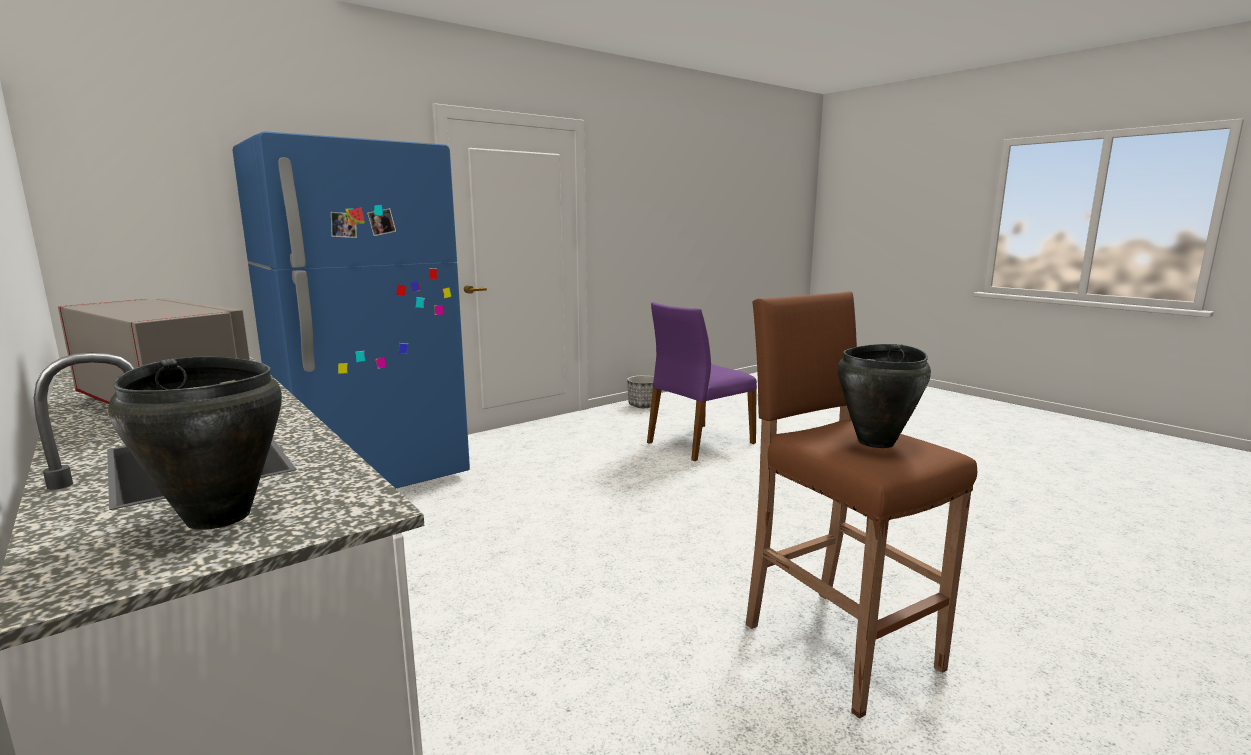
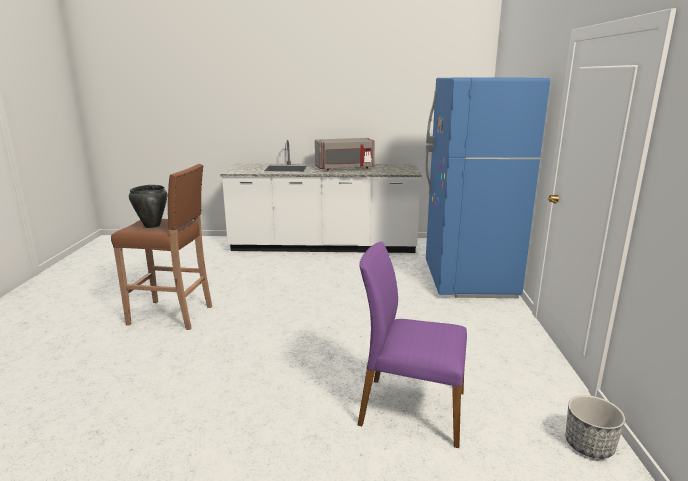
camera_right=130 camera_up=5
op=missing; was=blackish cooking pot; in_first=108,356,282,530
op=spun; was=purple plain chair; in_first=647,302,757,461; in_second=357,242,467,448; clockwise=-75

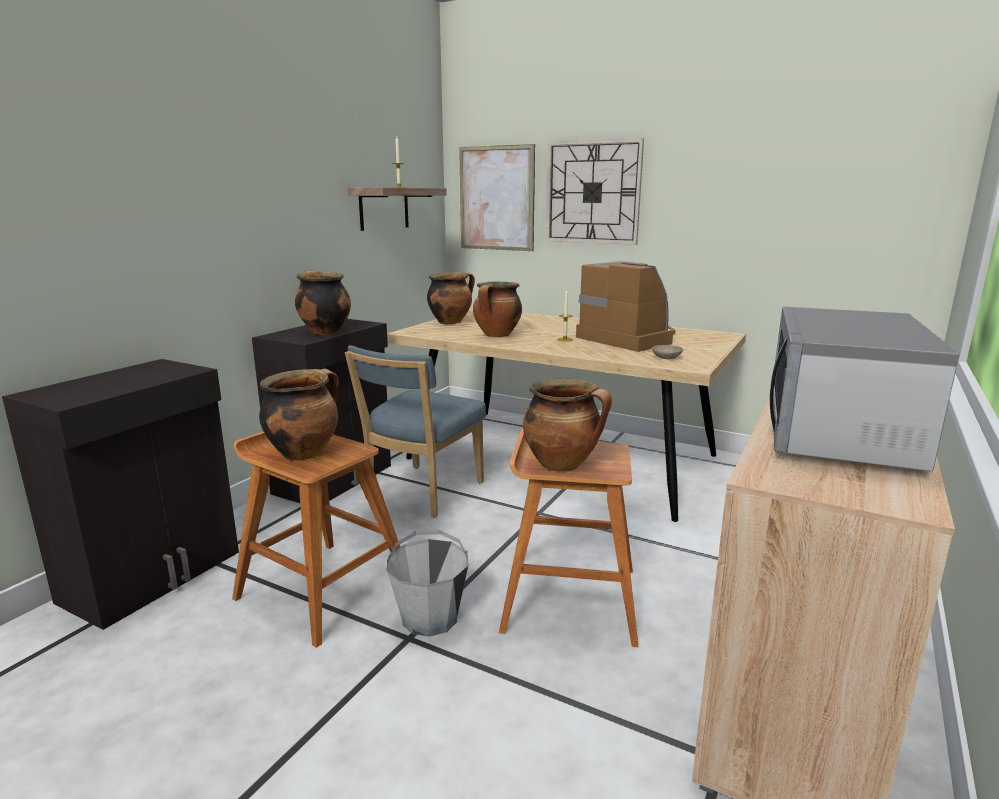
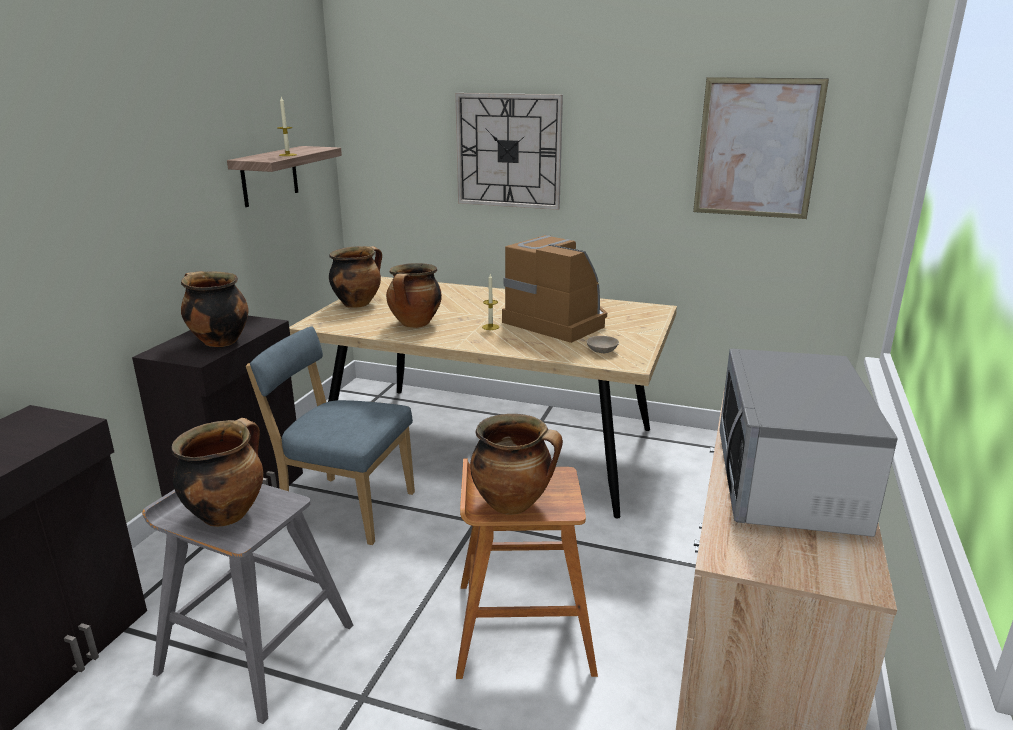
camera_right=-10 camera_up=5
op=colour; was=brownish sitting stool; now=grey sitting stool; in_first=232,431,400,648; in_second=142,484,353,724
op=spun; was=blue plain chair; in_first=345,345,486,517; in_second=246,326,415,545; clockwise=90
op=missing; was=grey pail; in_first=386,530,468,637
op=relocated; was=wall picture; in_first=459,144,535,251; in_second=693,77,829,219

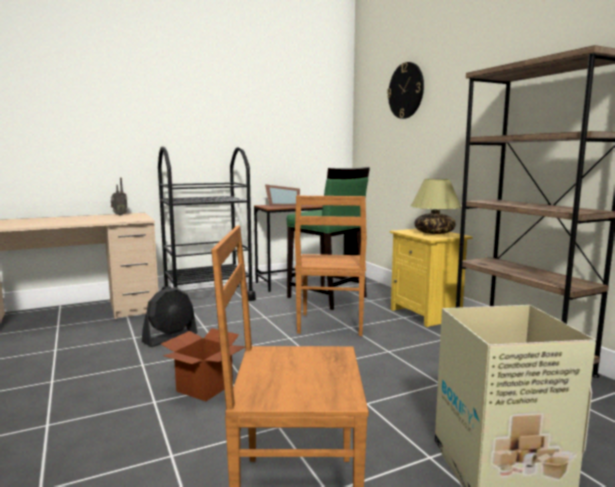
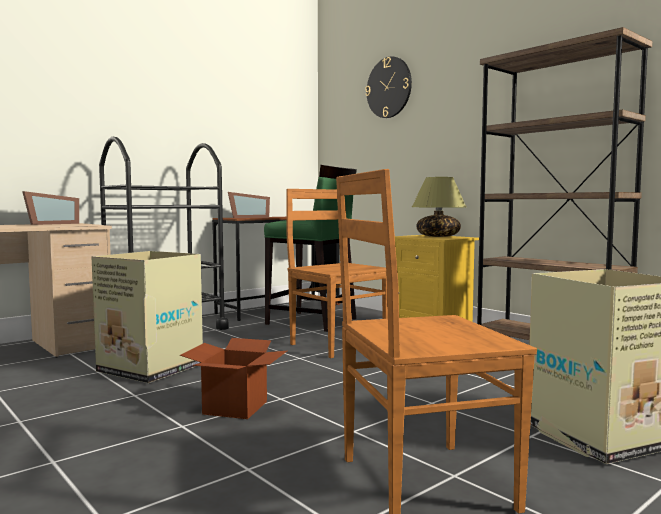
camera_right=-15 camera_up=-5
op=exchanged; was=radio receiver; now=picture frame; in_first=111,178,128,215; in_second=22,191,79,225
op=exchanged; was=blackish fan; now=cardboard box; in_first=142,287,197,347; in_second=92,251,203,383
op=spun; was=brownish plain chair; in_first=295,196,367,336; in_second=286,189,388,358; clockwise=150

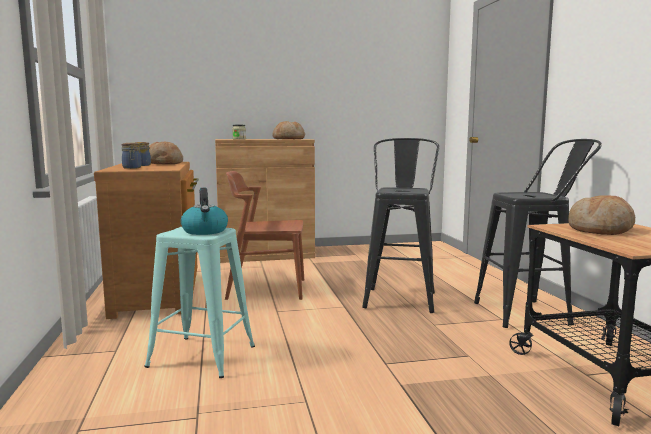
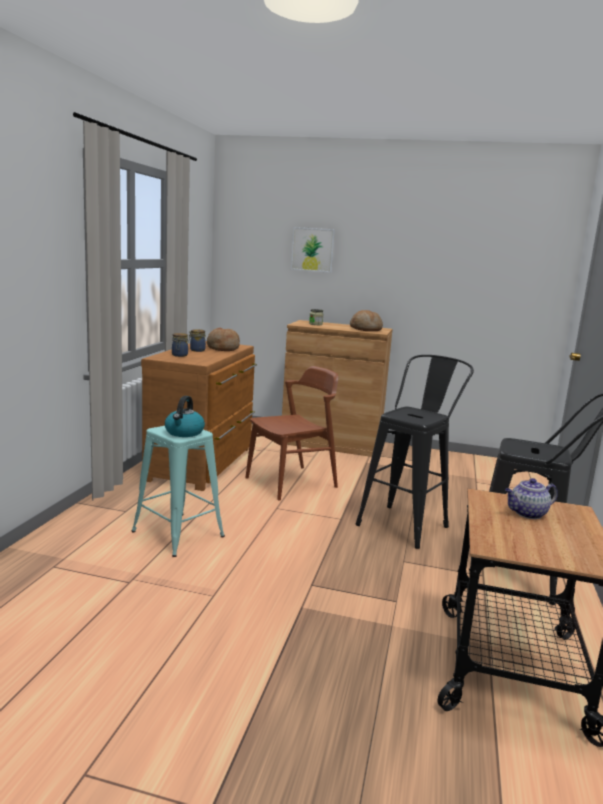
camera_right=25 camera_up=5
op=spun; was=brownish plain chair; in_first=225,171,304,300; in_second=245,366,338,501; clockwise=120
op=exchanged; was=bakery bread; now=teapot; in_first=568,195,635,235; in_second=505,478,558,519
op=appeared; now=wall picture; in_second=291,227,335,273

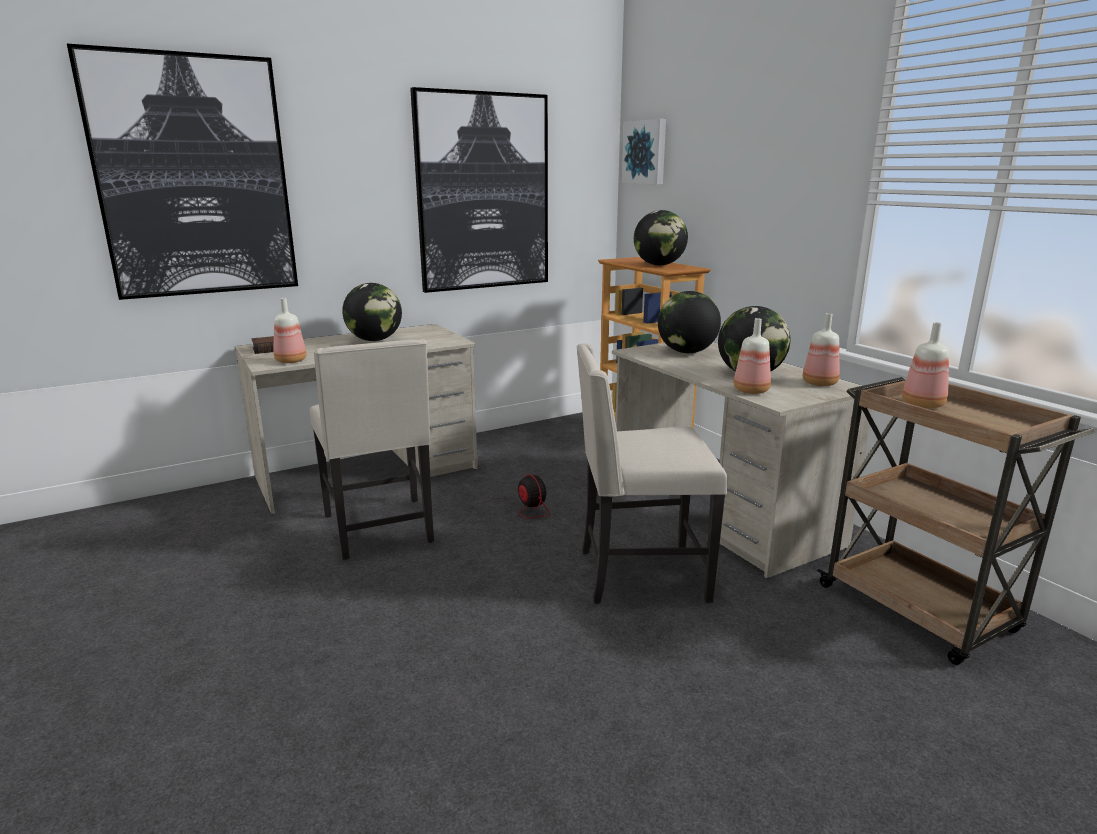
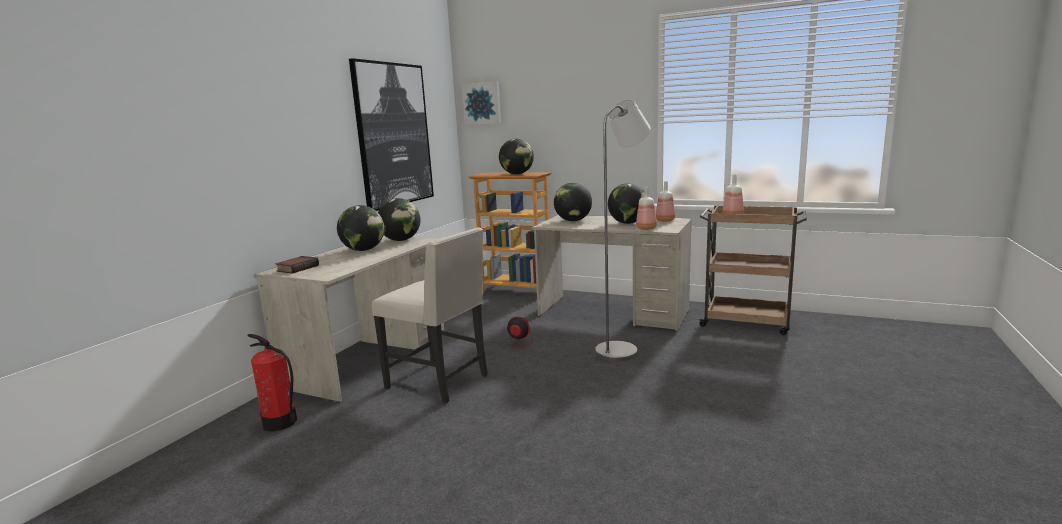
camera_right=-35 camera_up=-5
op=missing; was=wall picture; in_first=67,44,298,300
op=missing; was=beverage bottle; in_first=273,298,306,363
op=exchanged; was=sand-coloured plain chair; now=grey standard lamp; in_first=576,343,727,604; in_second=595,99,651,361
op=appeared; now=extinguisher; in_second=248,334,297,432
op=appeared; now=desk globe; in_second=378,198,421,241

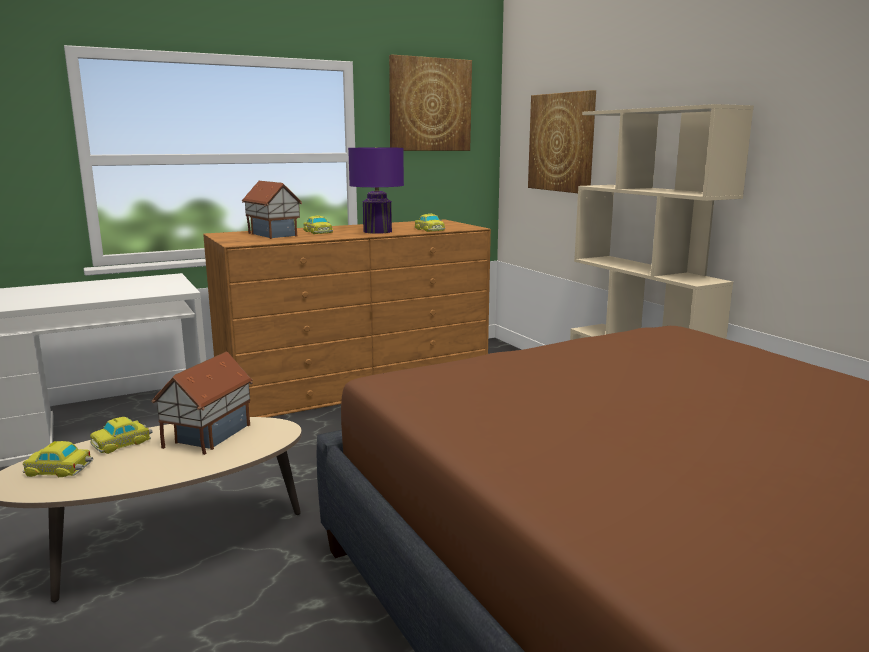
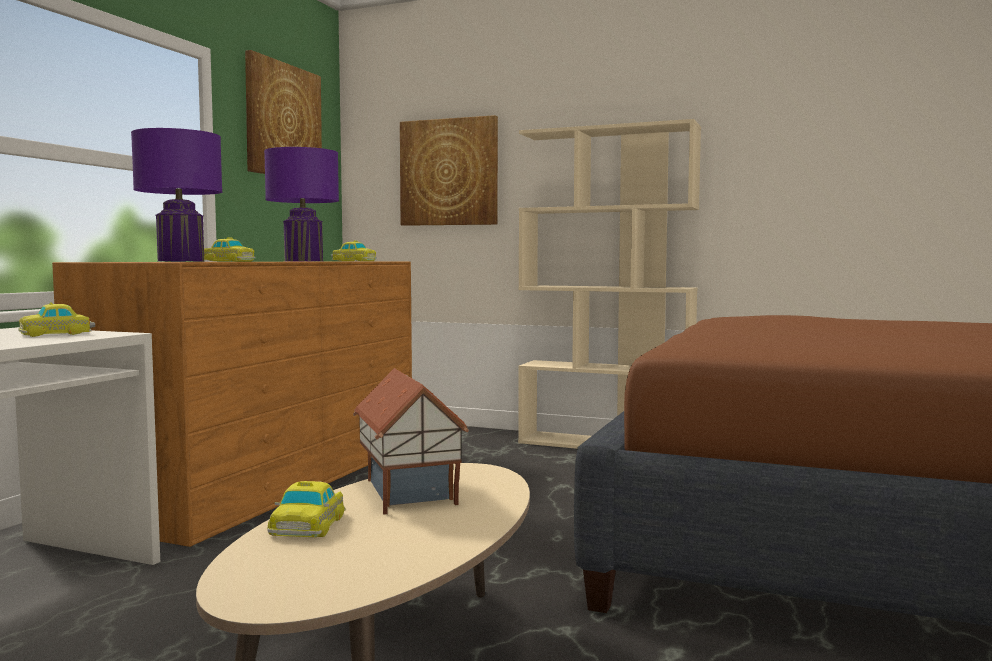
camera_right=-40 camera_up=-10
op=relocated; was=model car; in_first=23,441,93,477; in_second=19,302,95,337
op=exchanged; was=model house; now=purple table lamp; in_first=242,181,302,239; in_second=131,128,222,262

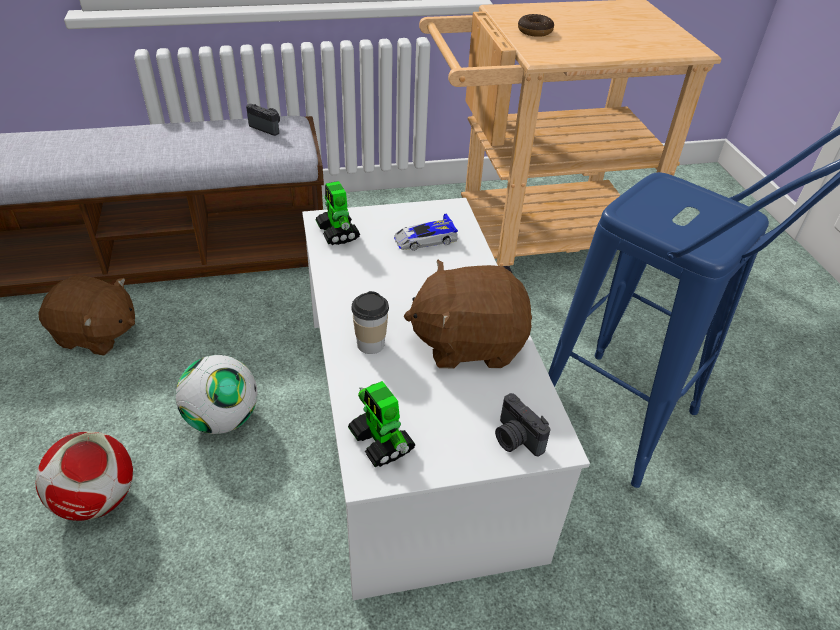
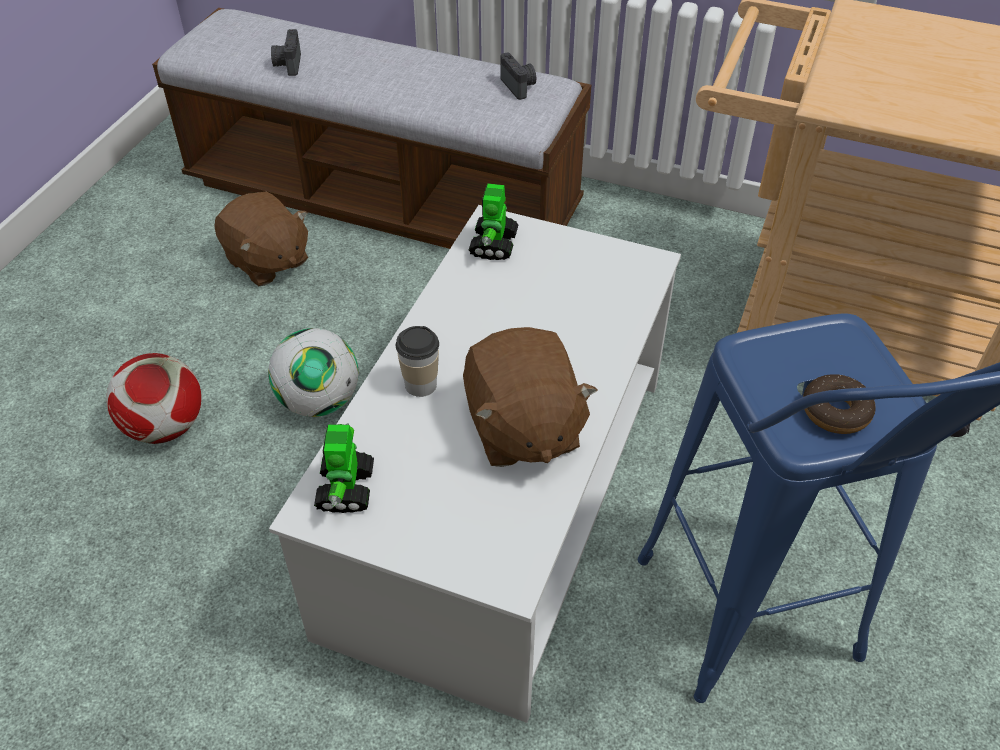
camera_right=35 camera_up=5
op=missing; was=model car; in_first=394,214,458,251
op=spun; was=brownish soft toy; in_first=404,260,532,368; in_second=463,327,597,467; clockwise=-135
op=relocated; was=still camera; in_first=495,393,550,457; in_second=271,29,301,76
op=relocated; was=doughnut; in_first=518,14,554,37; in_second=803,374,876,434

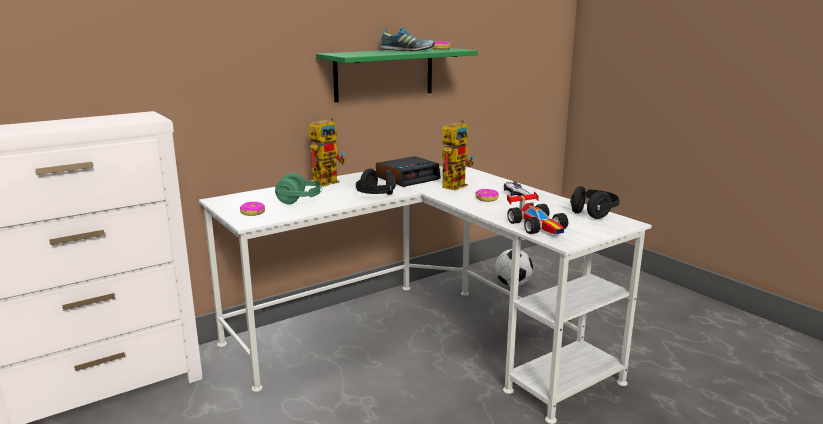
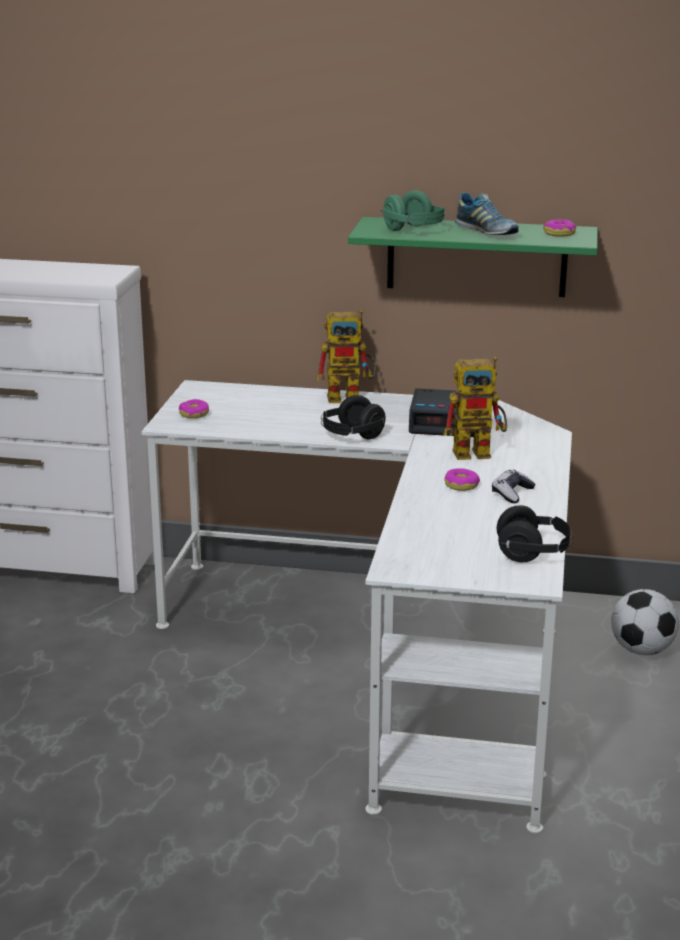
camera_right=45 camera_up=5
op=relocated; was=green-coloured headset; in_first=275,173,322,204; in_second=381,190,446,231
op=missing; was=model car; in_first=507,192,568,234

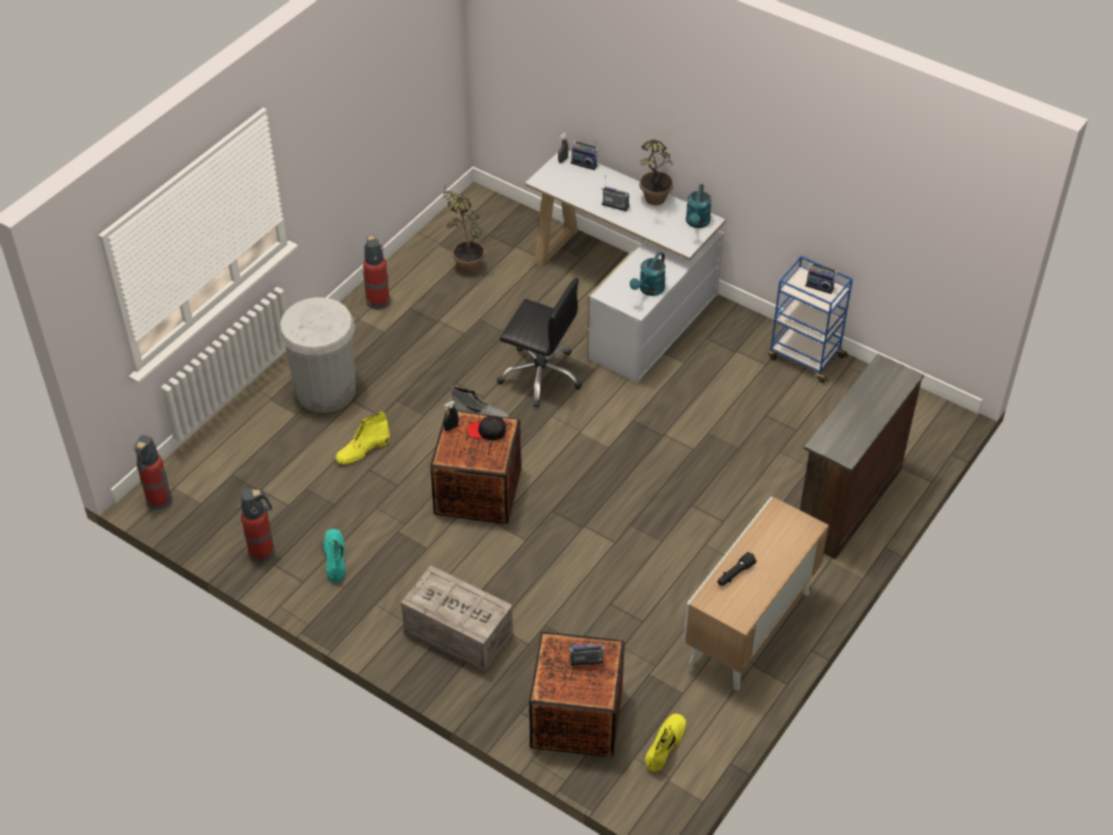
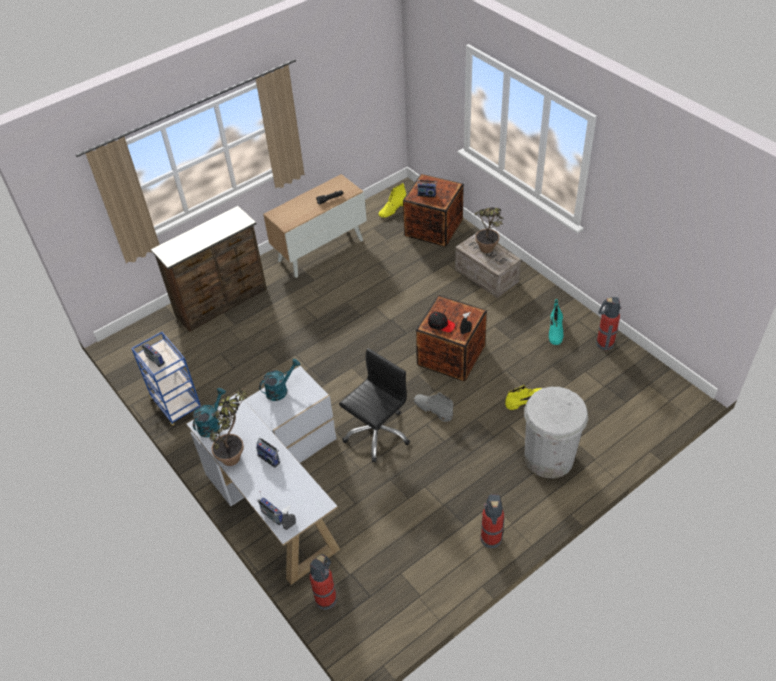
camera_right=-160 camera_up=0
op=relocated; was=extinguisher; in_first=134,435,172,510; in_second=310,554,337,610
op=relocated; was=houseplant; in_first=443,182,488,274; in_second=475,207,504,253
op=spun; was=blackish office chair; in_first=497,278,582,407; in_second=339,348,410,462; clockwise=90

